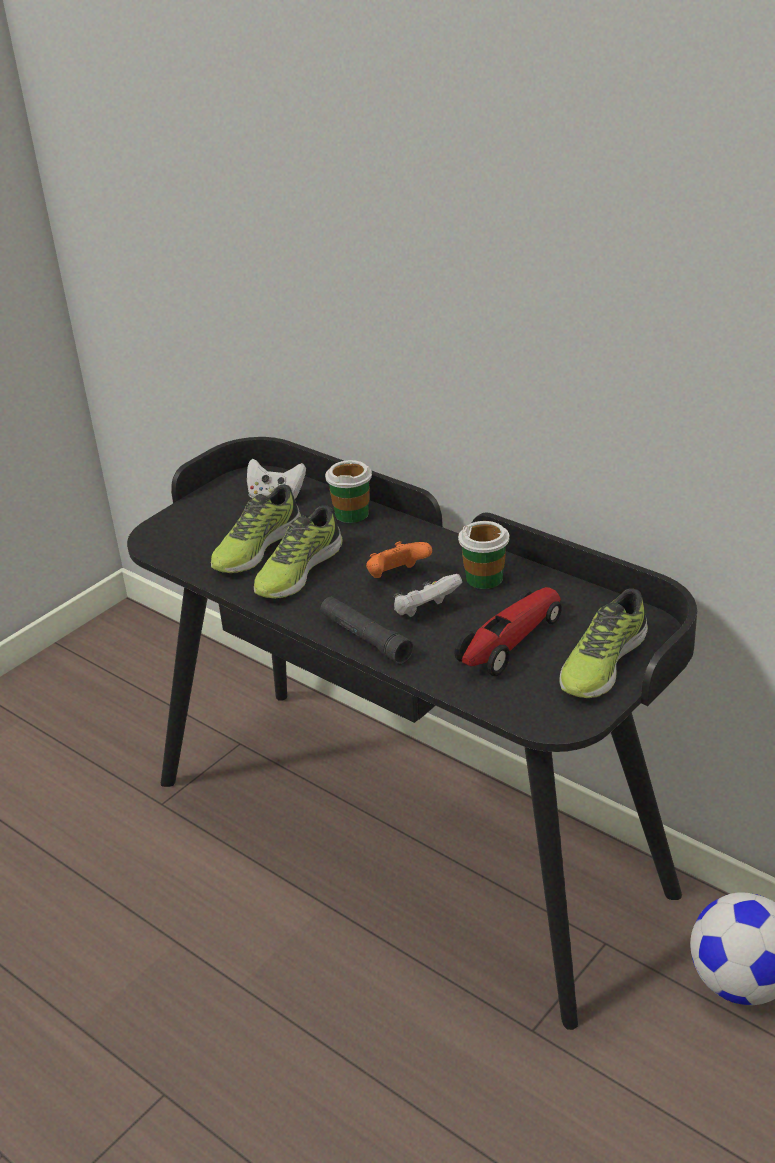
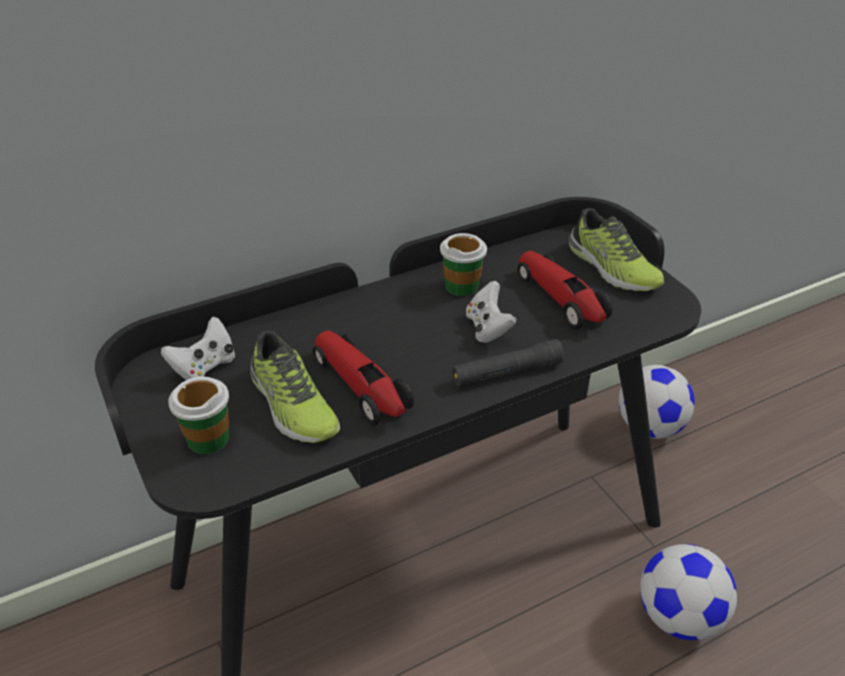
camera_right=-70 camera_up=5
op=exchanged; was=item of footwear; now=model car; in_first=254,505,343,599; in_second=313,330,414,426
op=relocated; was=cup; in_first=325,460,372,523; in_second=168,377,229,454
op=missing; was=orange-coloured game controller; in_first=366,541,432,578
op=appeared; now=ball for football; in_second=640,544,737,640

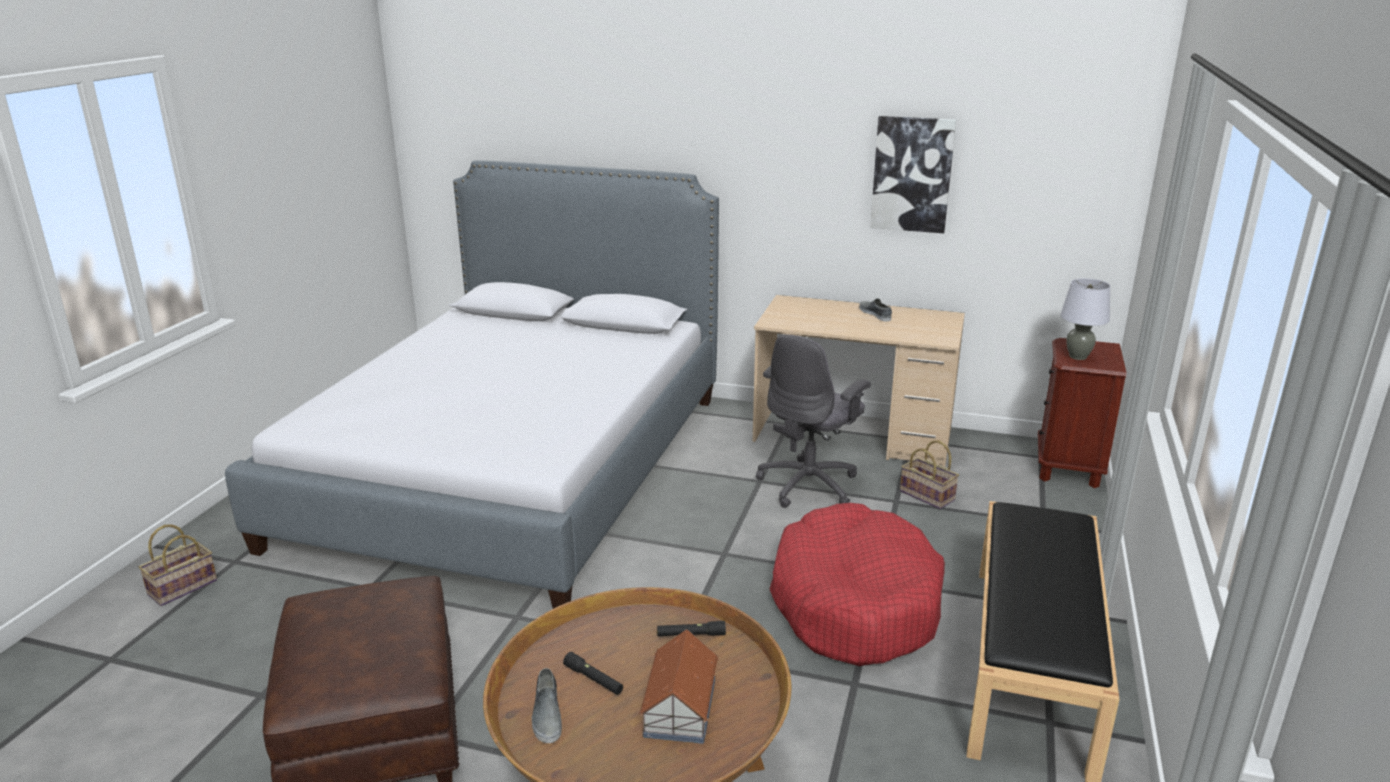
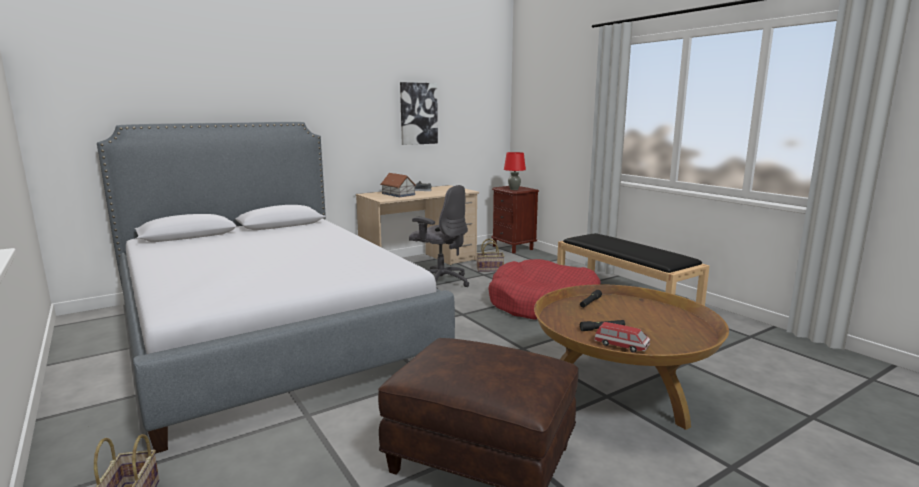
camera_right=-50 camera_up=-10
op=exchanged; was=grey item of footwear; now=model car; in_first=532,668,562,743; in_second=595,322,650,353
op=relocated; was=model house; in_first=639,629,719,744; in_second=381,173,416,197
op=spun; was=grey office chair; in_first=756,334,871,508; in_second=409,185,469,289; clockwise=-45
op=colour; was=grey table lamp; now=red-coloured table lamp; in_first=1060,278,1110,360; in_second=504,152,526,190

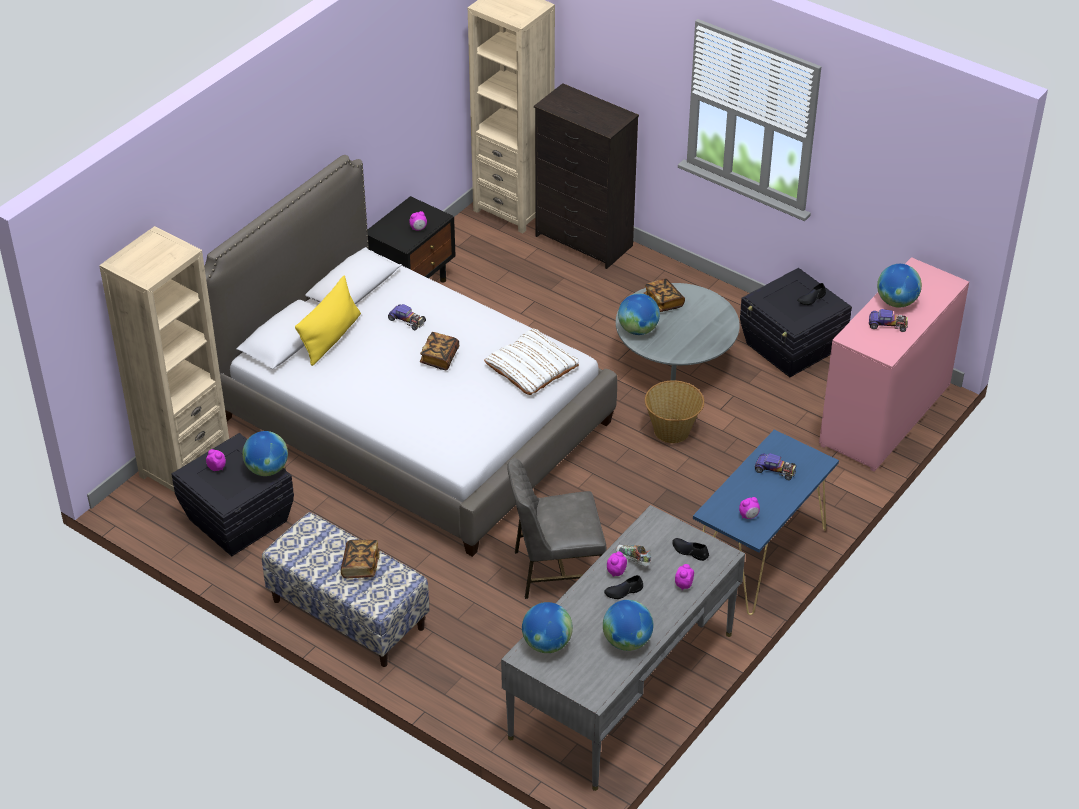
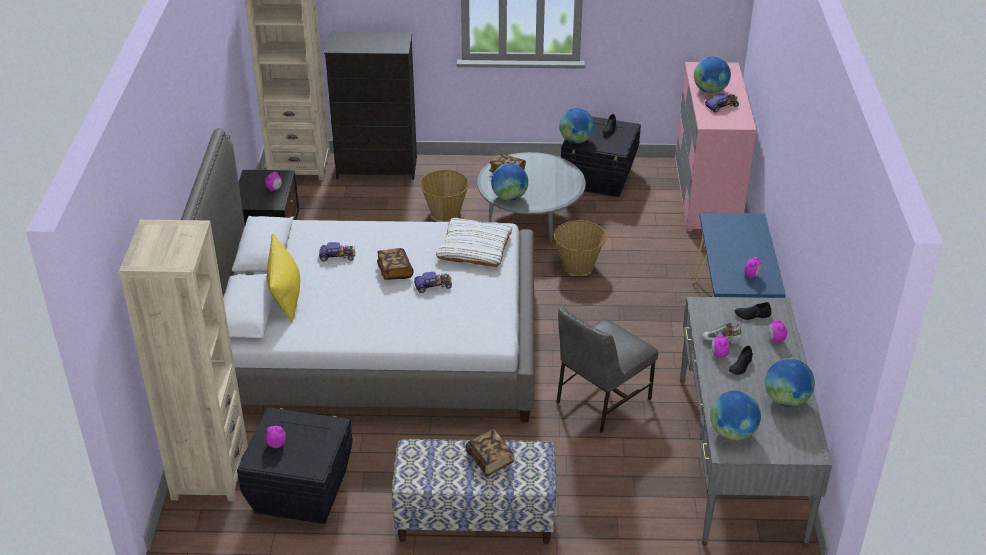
camera_right=-35 camera_up=-5
op=relocated; was=desk globe; in_first=242,431,288,476; in_second=559,108,594,143
op=relocated; was=model car; in_first=755,453,796,480; in_second=414,272,452,293
op=appeared; now=storage basket; in_second=419,170,469,221

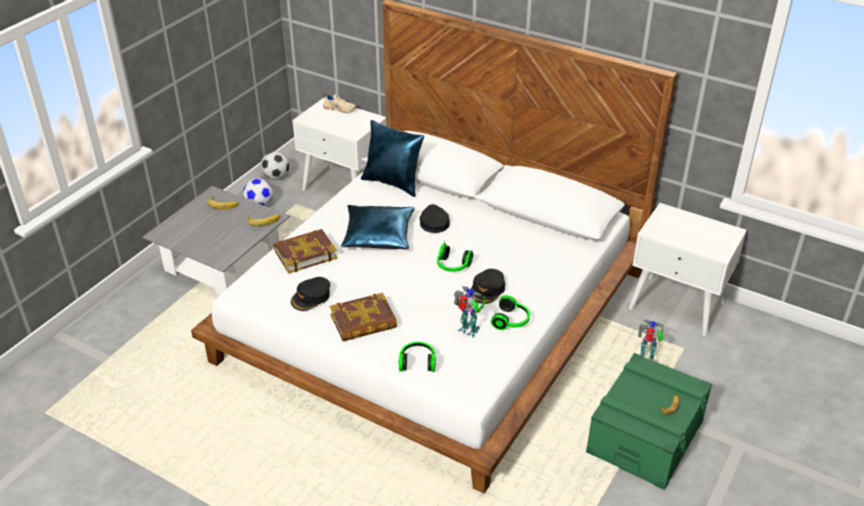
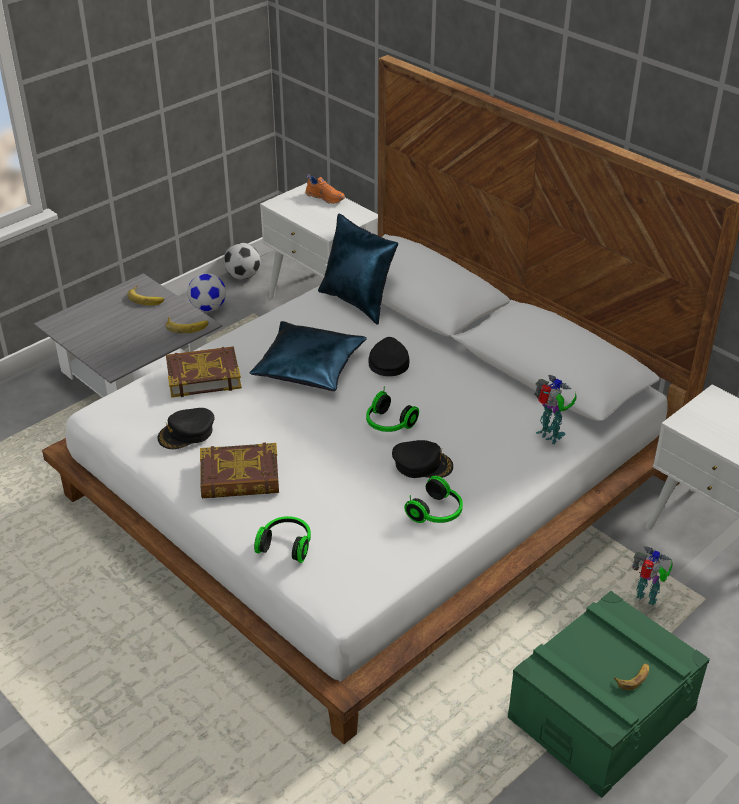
camera_right=15 camera_up=0
op=colour; was=sand-coloured item of footwear; now=orange-coloured item of footwear; in_first=323,93,356,113; in_second=305,174,345,204
op=relocated; was=toy robot; in_first=454,286,486,338; in_second=534,375,576,444
op=spun; was=blackish peaked cap; in_first=471,269,505,304; in_second=392,440,453,478; clockwise=-120

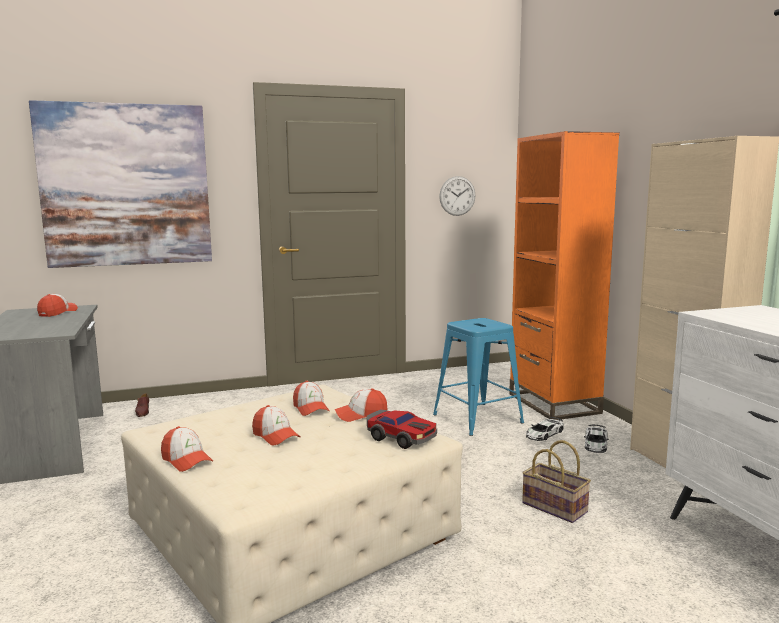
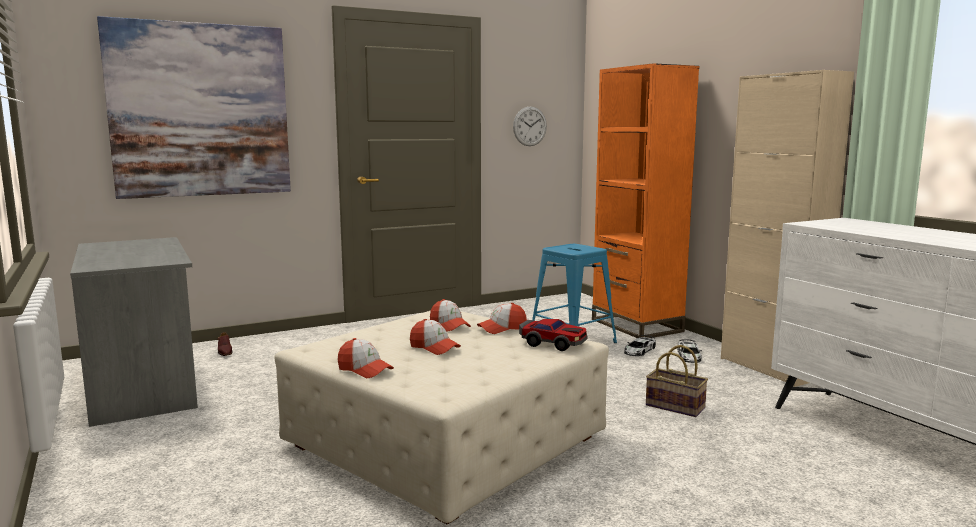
camera_right=-10 camera_up=0
op=missing; was=peaked cap; in_first=37,294,78,317

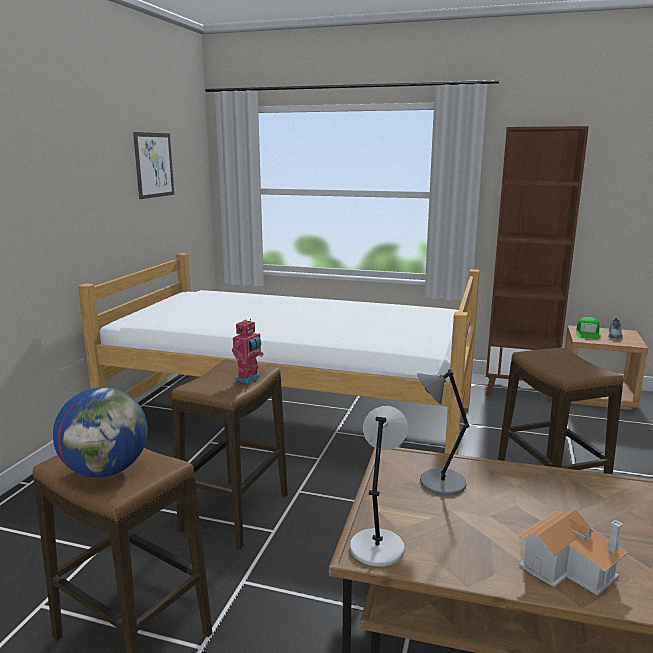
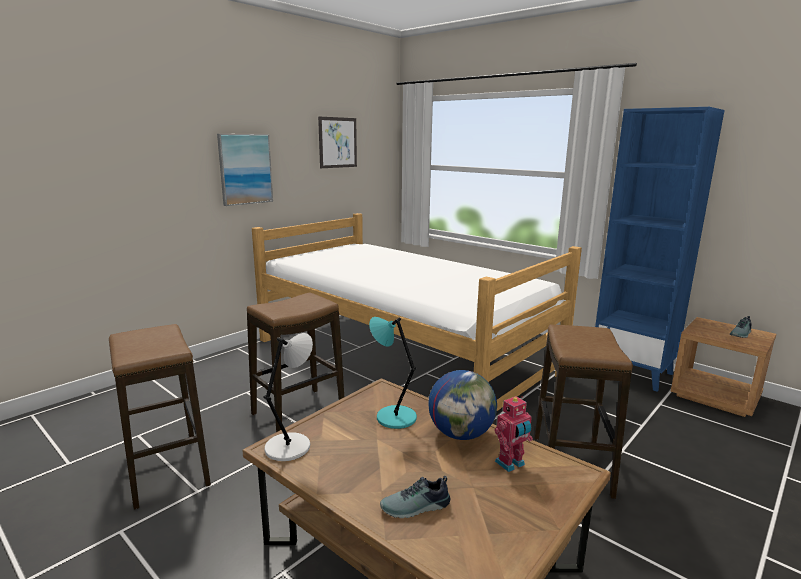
camera_right=25 camera_up=0
op=relocated; was=desk globe; in_first=53,387,148,477; in_second=428,370,497,440
op=relocated; was=toy robot; in_first=232,319,263,384; in_second=495,396,533,472
op=colour; was=grey table lamp; now=turquoise table lamp; in_first=417,369,469,496; in_second=369,317,417,429
op=colour; was=brownish shelving unit; now=blue shelving unit; in_first=486,126,589,403; in_second=595,107,725,392
op=exchanged; was=model house; now=item of footwear; in_first=518,509,628,595; in_second=380,476,450,518
op=missing; was=green-coloured peaked cap; in_first=576,317,600,339
op=appeared; now=wall picture; in_second=217,134,273,206

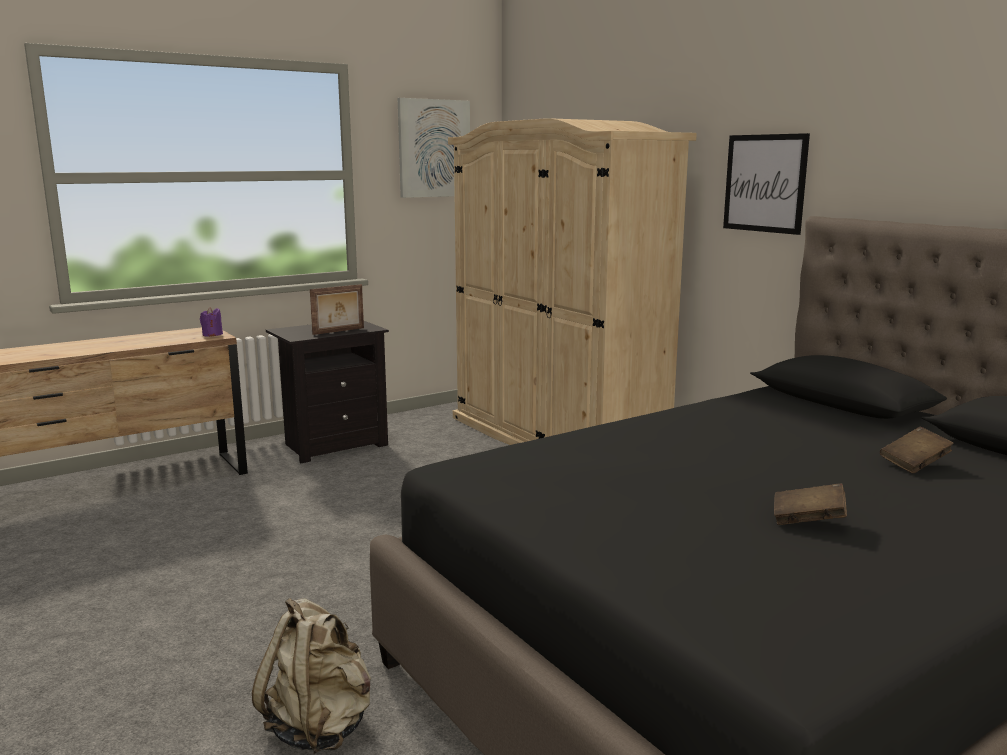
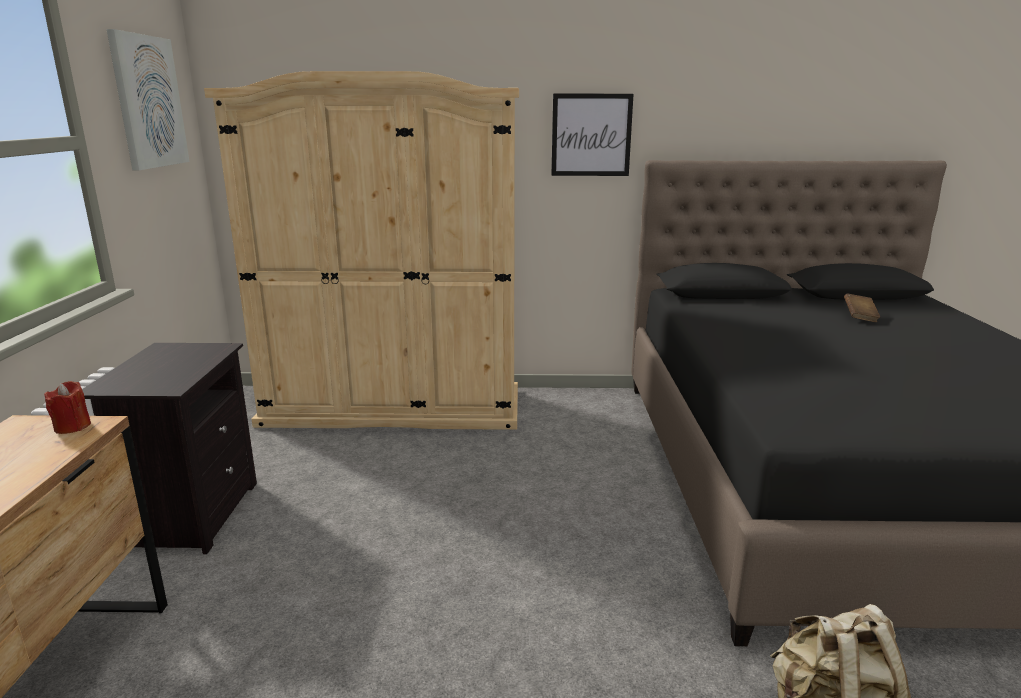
camera_right=-55 camera_up=5
op=colour; was=purple wax light; now=red-coloured wax light; in_first=200,307,223,337; in_second=44,381,91,434
op=missing; was=picture frame; in_first=310,284,364,335
op=missing; was=brownish book; in_first=774,483,847,525

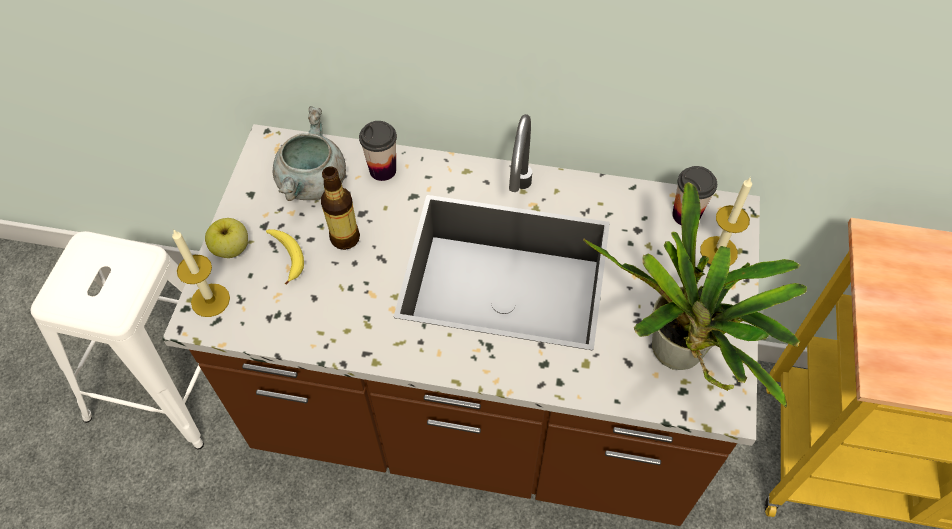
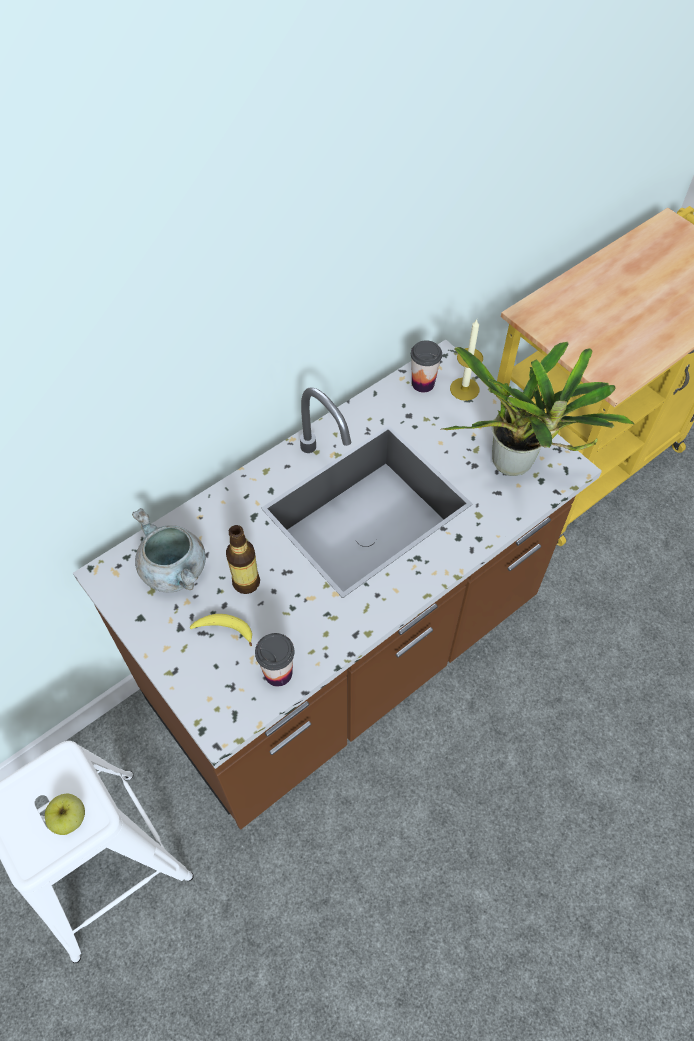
camera_right=-50 camera_up=0
op=missing; was=wax light; in_first=172,229,230,317
op=relocated; was=apple; in_first=205,218,248,258; in_second=45,794,85,835
op=relocated; was=cup; in_first=359,121,397,181; in_second=255,633,294,687

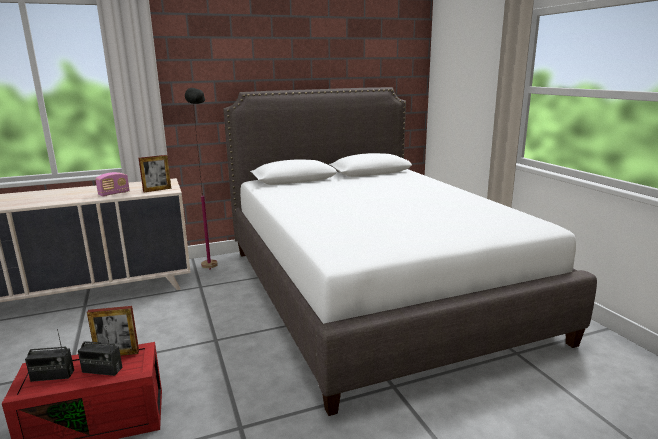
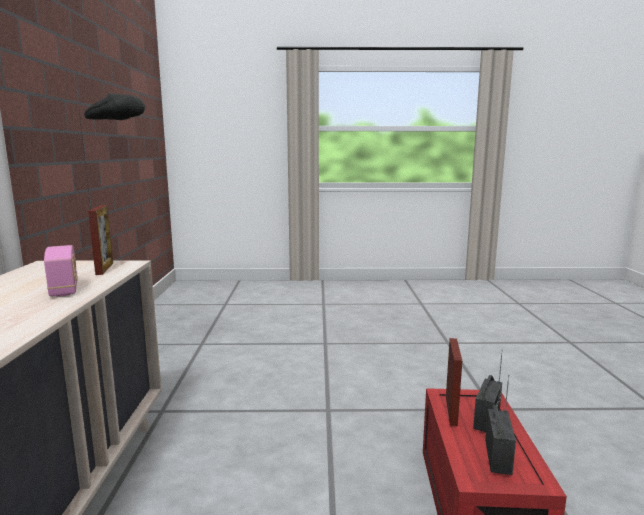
camera_right=-70 camera_up=-5
op=missing; was=whitish sleeping bed; in_first=223,87,597,416

